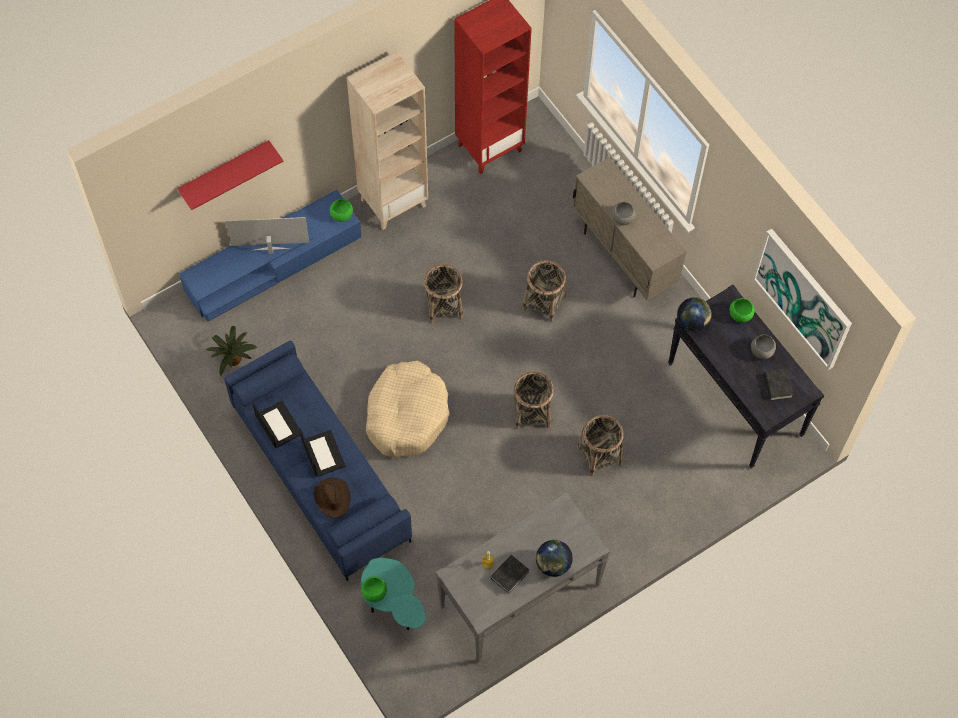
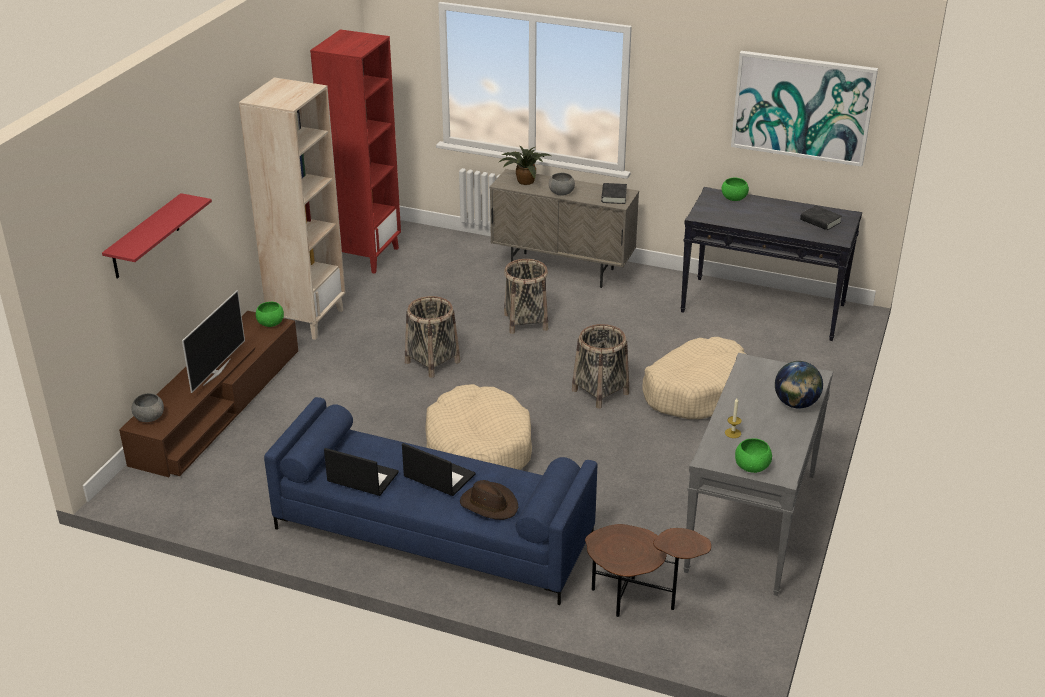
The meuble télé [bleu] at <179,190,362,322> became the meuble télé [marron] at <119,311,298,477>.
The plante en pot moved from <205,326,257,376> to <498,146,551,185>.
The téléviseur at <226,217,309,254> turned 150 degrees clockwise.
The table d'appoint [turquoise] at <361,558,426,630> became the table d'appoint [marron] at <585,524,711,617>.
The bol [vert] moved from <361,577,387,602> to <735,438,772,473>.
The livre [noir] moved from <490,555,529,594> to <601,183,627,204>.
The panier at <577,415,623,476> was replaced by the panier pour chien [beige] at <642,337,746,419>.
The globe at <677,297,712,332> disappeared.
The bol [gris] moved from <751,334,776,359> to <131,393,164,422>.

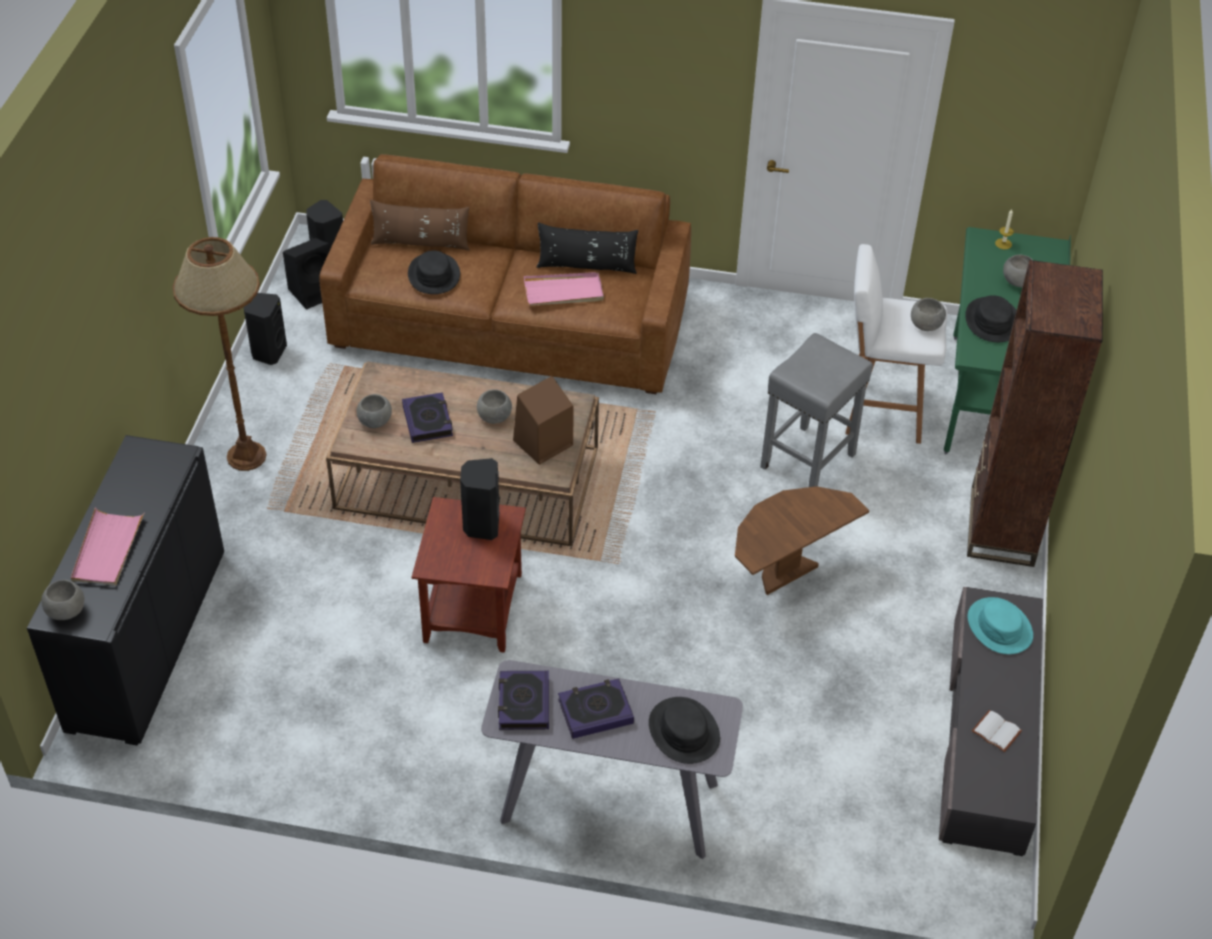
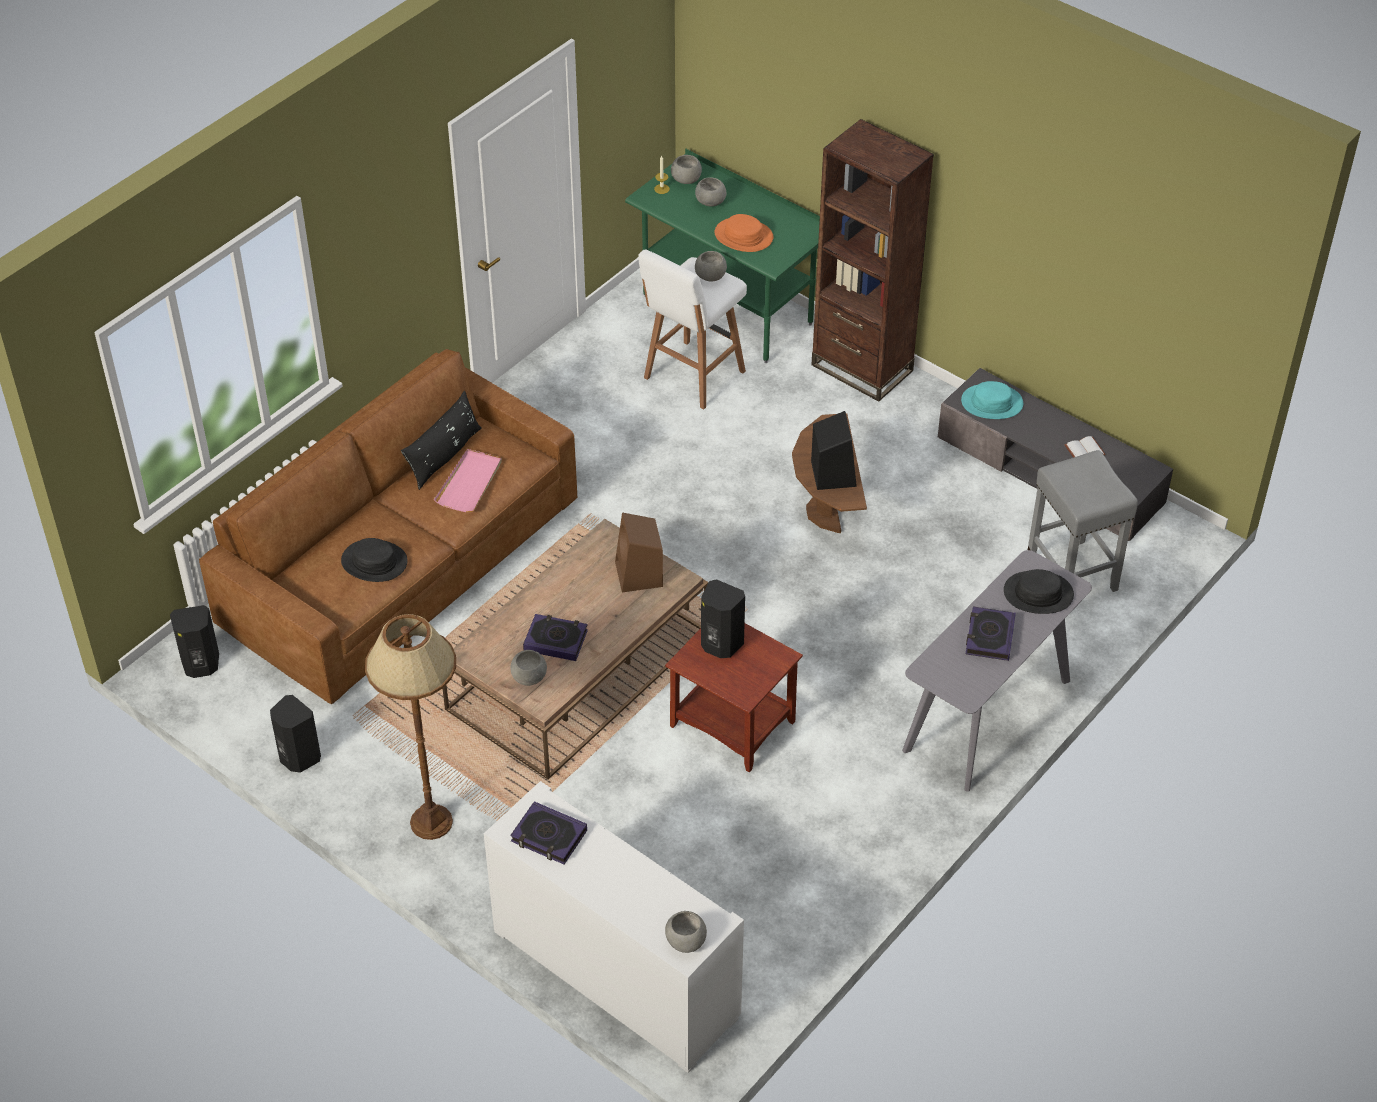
The meuble de rangement [noir] at <27,435,224,746> became the meuble de rangement [blanc] at <484,781,744,1073>.
The plateau [rose] at <71,508,144,586> disappeared.
The enceinte [noir] moved from <283,238,331,310> to <811,411,857,490>.
The coussin [marron] at <370,200,469,251> disappeared.
The bol [gris] moved from <477,389,512,424> to <671,155,702,184>.
The livre moved from <498,671,549,730> to <510,801,587,864>.
The tabouret [gris] moved from <760,333,873,487> to <1028,450,1138,592>.
The chapeau [noir] at <965,295,1017,342> became the chapeau [orange] at <715,214,773,252>.

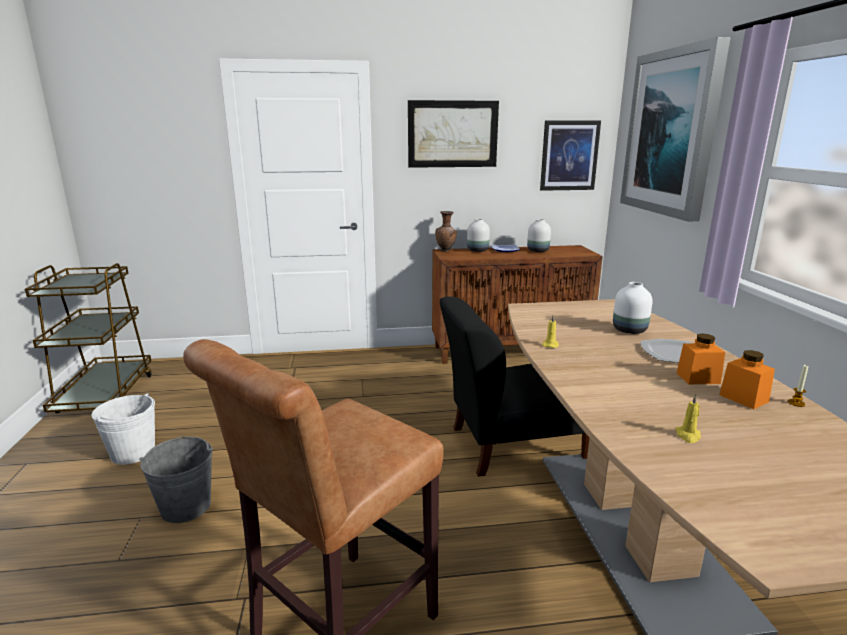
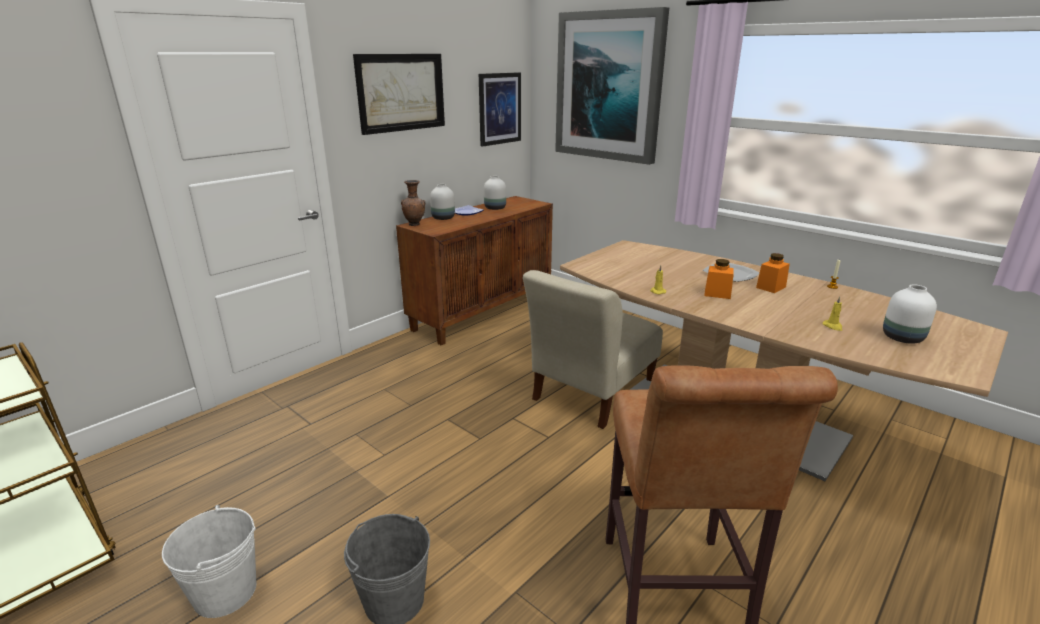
The chaise [noir] at <440,296,589,477> became the chaise [beige] at <523,270,663,429>.
The vase [blanc] moved from <613,282,652,334> to <883,284,937,344>.
The bocal [orange] moved from <719,350,775,409> to <704,259,734,299>.

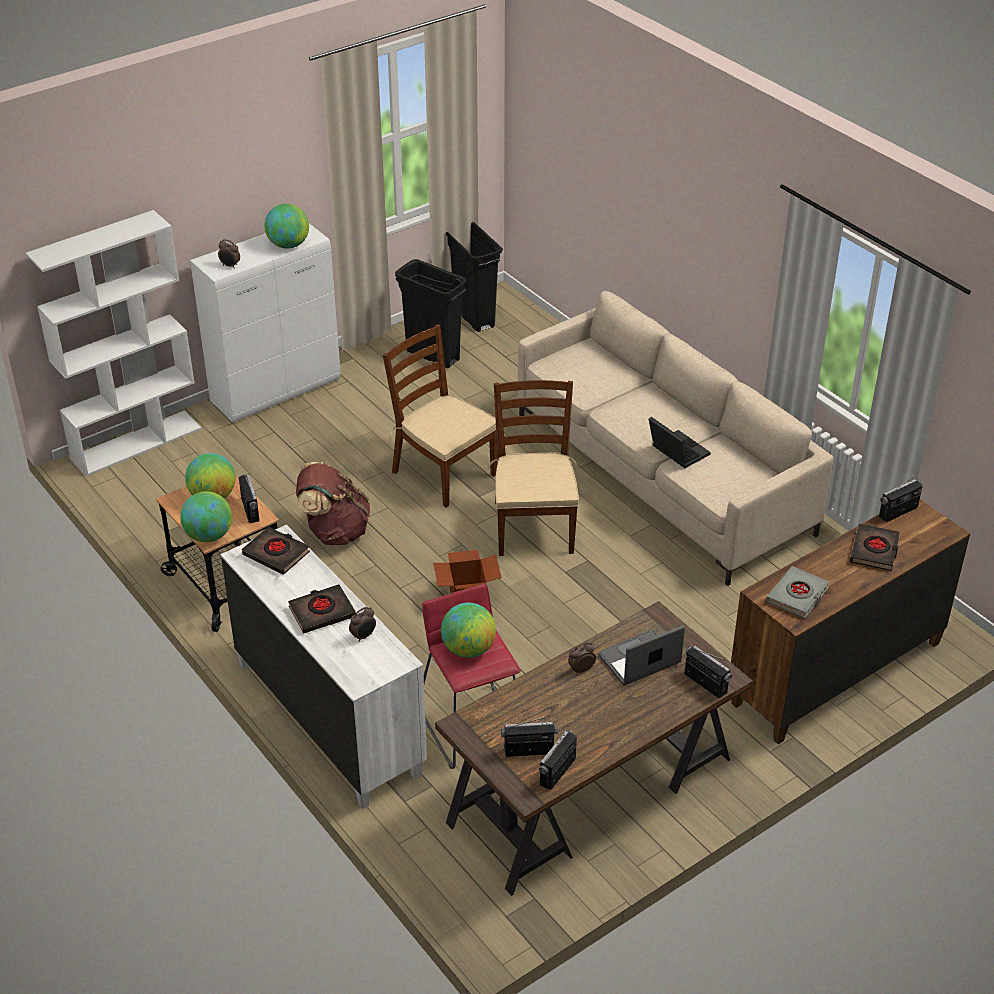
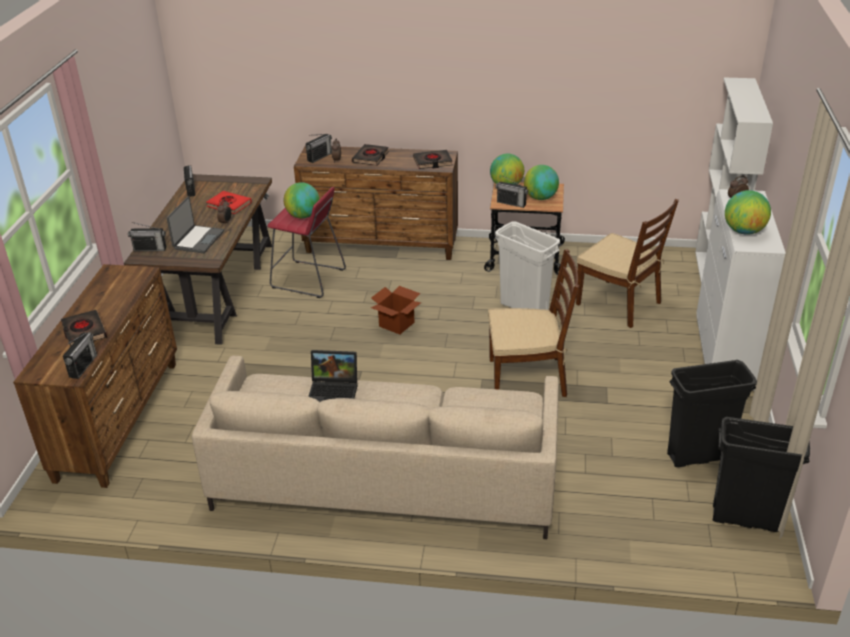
The commode [blanc] at <221,525,427,809> became the commode [marron] at <294,145,458,260>.
The sac à dos [marron] at <296,462,370,545> was replaced by the poubelle [blanc] at <495,221,560,310>.
The chaise [marron] moved from <488,380,579,556> to <576,199,679,328>.
The radio moved from <501,716,558,757> to <306,134,332,163>.
The livre [gris] at <766,566,830,619> disappeared.
The livre [rouge] at <206,191,252,214> appeared.

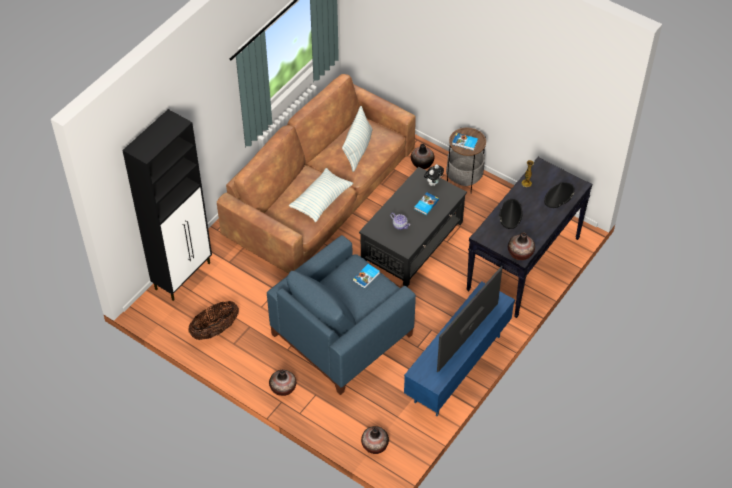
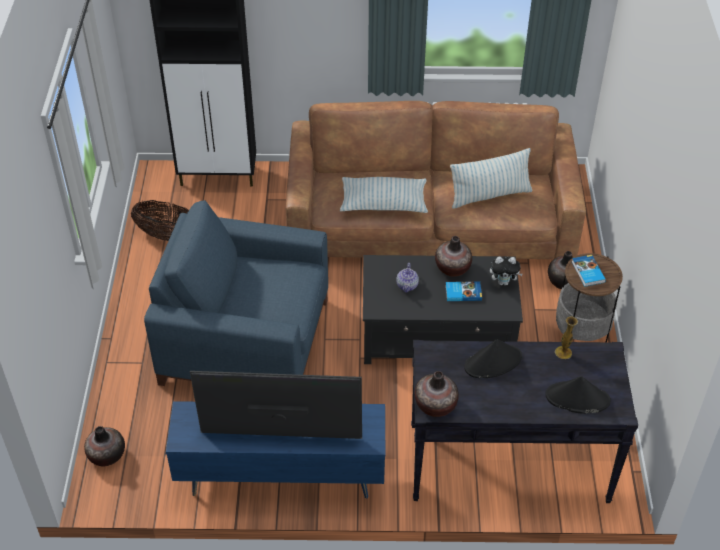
The vase moved from <269,370,296,396> to <435,236,472,277>.
The livre at <353,264,380,289> disappeared.

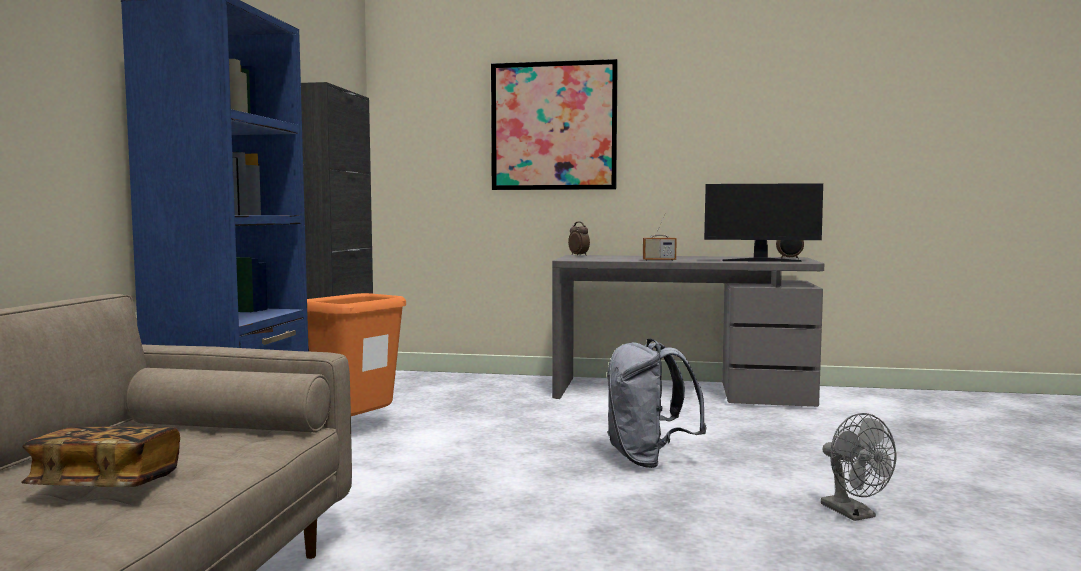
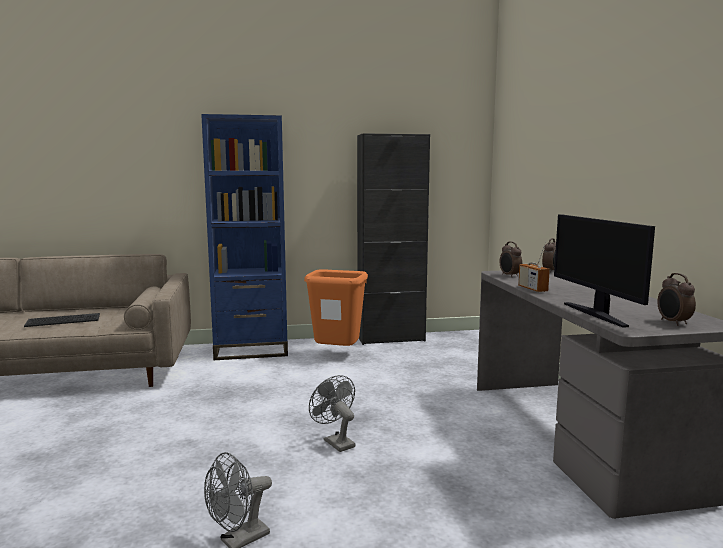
The livre at <22,426,180,487> was replaced by the clavier at <24,313,100,327>.
The tableau at <491,59,618,190> disappeared.
The sac à dos [gris] at <607,339,707,468> was replaced by the ventilateur [gris] at <309,375,355,452>.
The réveil at <500,241,522,277> appeared.

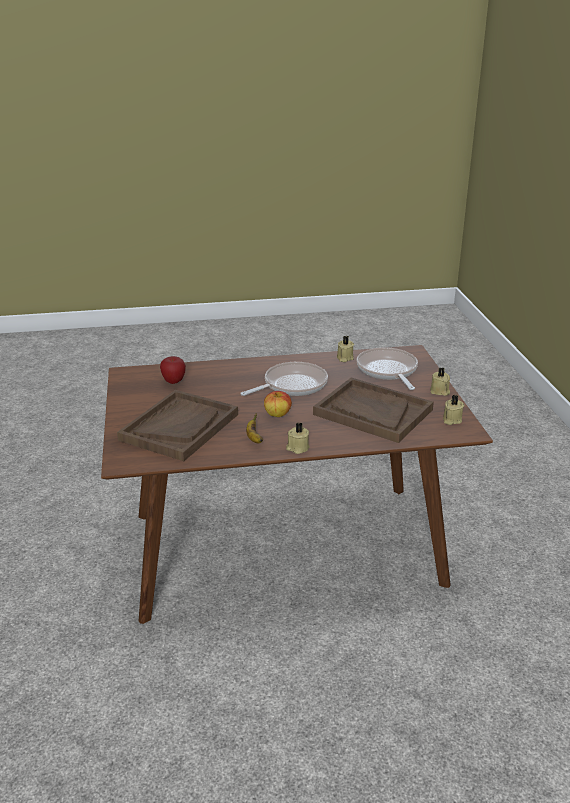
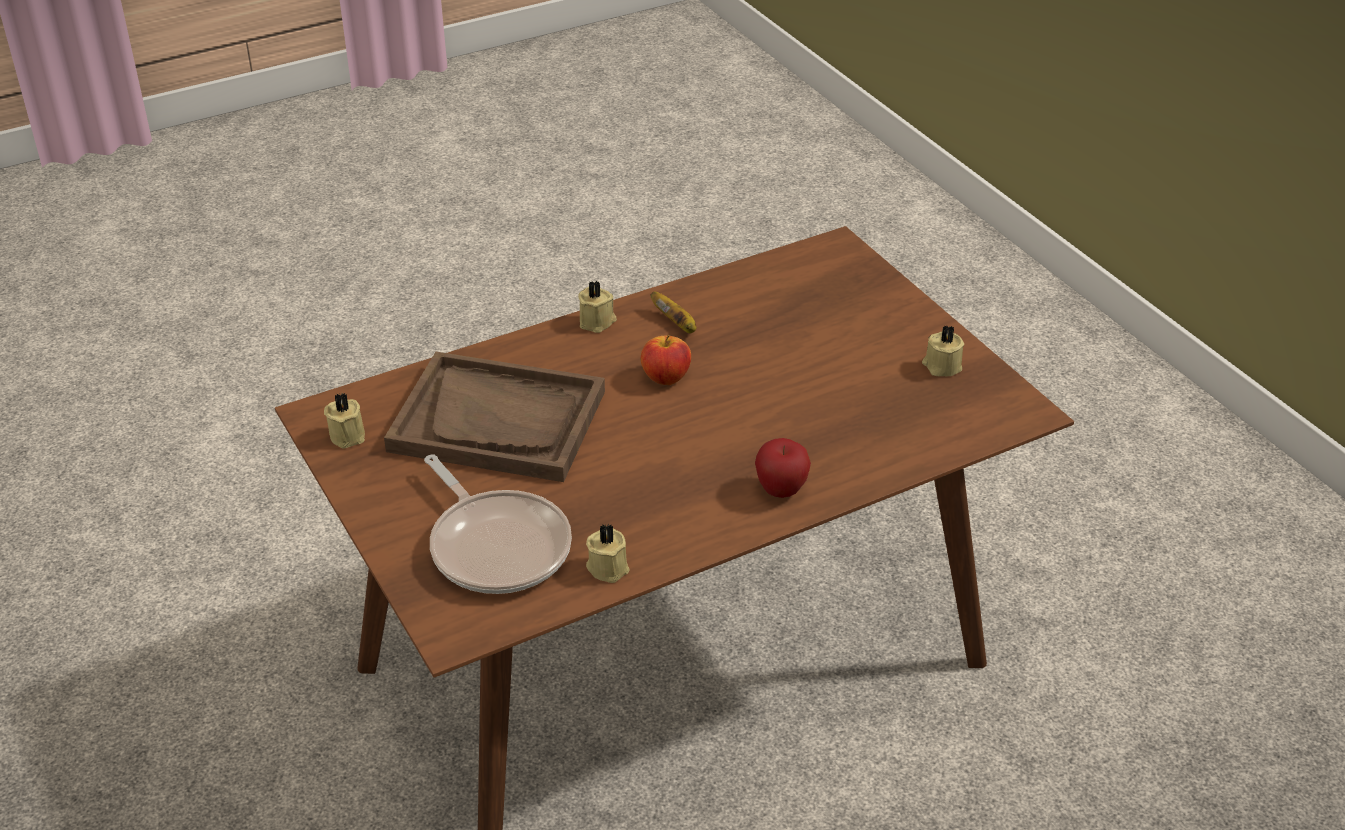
The plateau [marron] at <117,390,238,461> disappeared.
The pomme moved from <160,356,186,384> to <755,438,811,498>.
The poêle at <240,362,328,396> disappeared.
The bougie [beige] moved from <430,367,450,396> to <922,325,964,376>.

